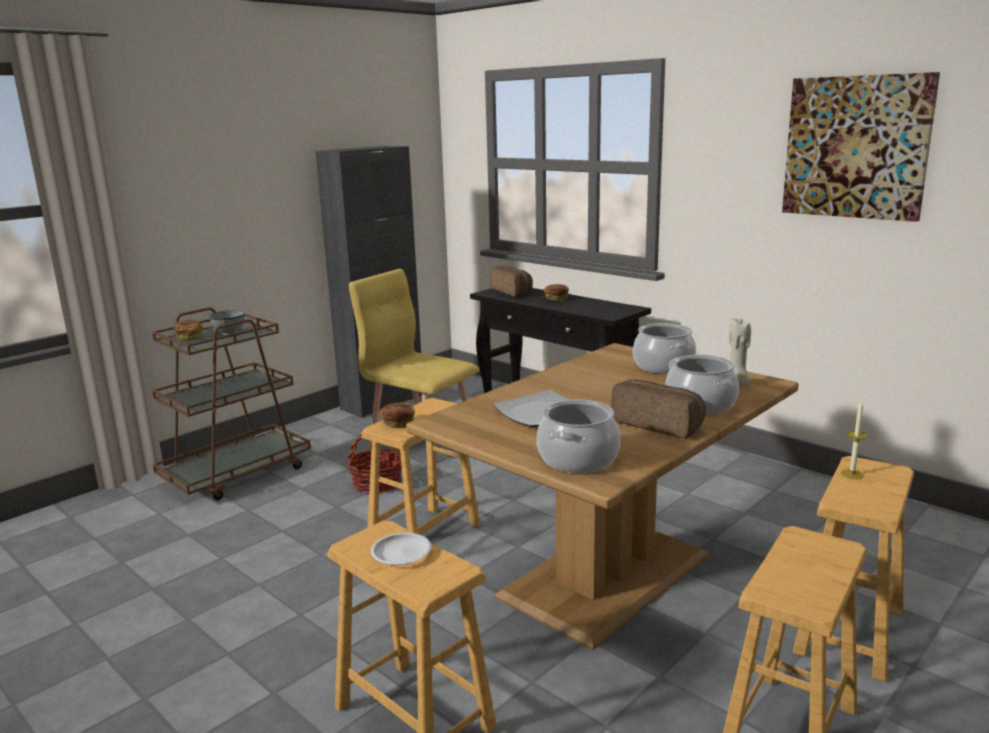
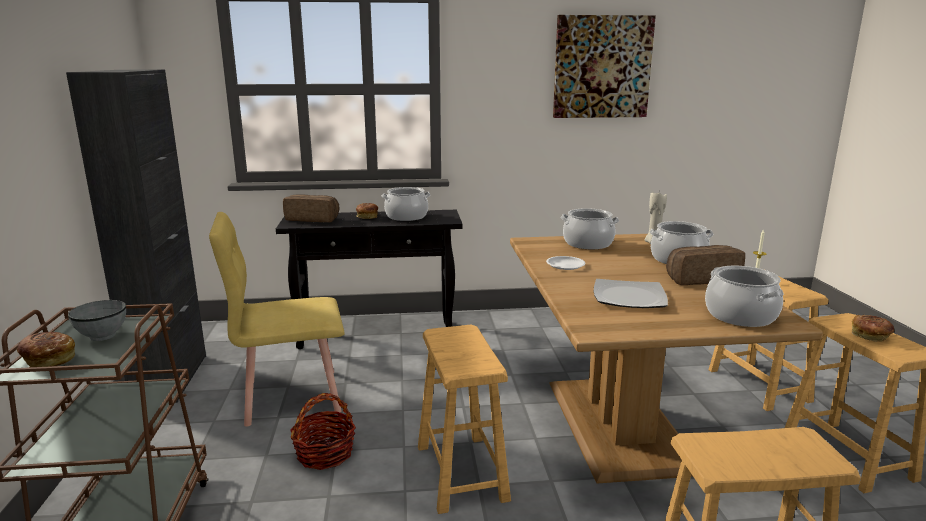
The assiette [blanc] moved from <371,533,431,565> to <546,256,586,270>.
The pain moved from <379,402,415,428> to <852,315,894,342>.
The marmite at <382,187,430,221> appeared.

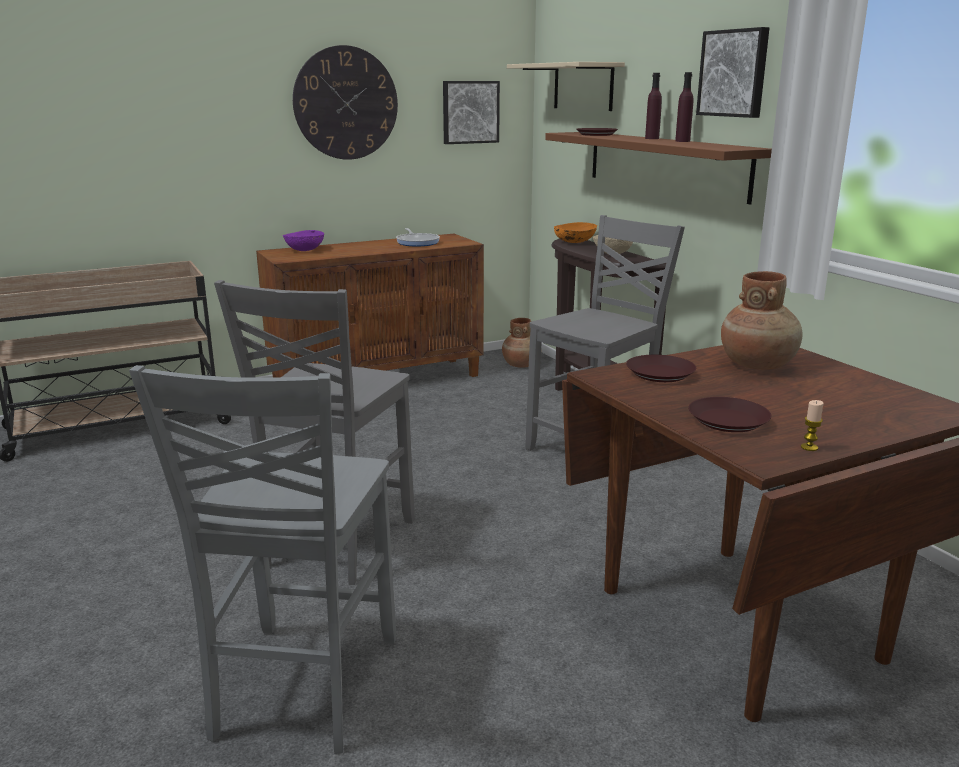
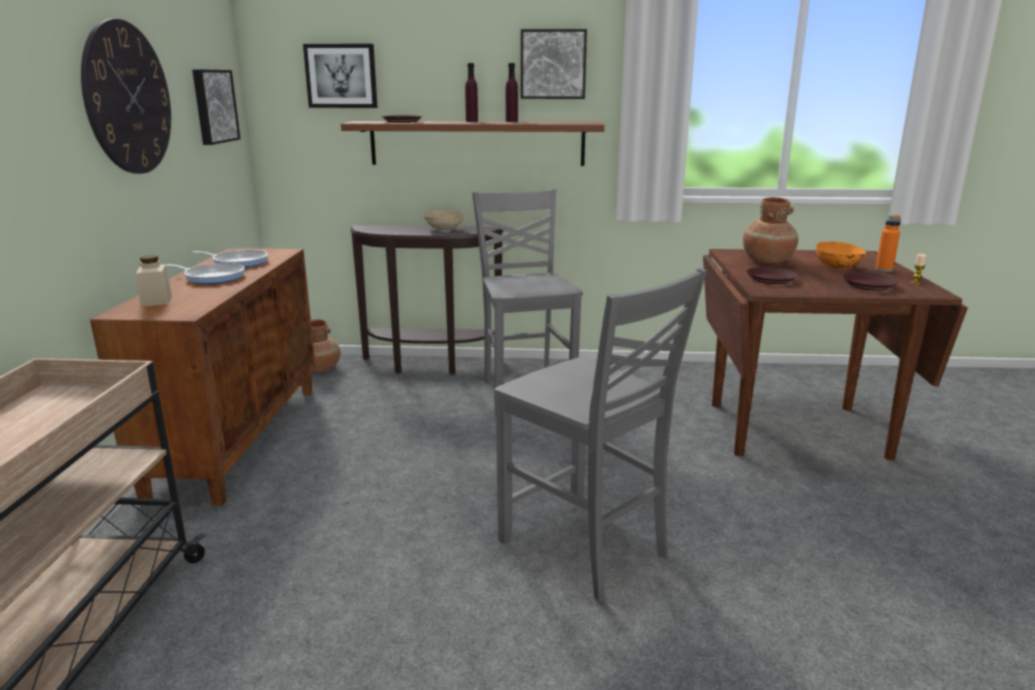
The chaise [gris] at <129,365,396,754> disappeared.
The bol [violet] at <283,230,324,251> was replaced by the bocal [beige] at <136,255,172,307>.
The étagère [beige] at <507,62,625,111> was replaced by the tableau at <303,44,377,108>.
The bol [orange] moved from <554,222,597,243> to <816,242,867,269>.
The poêle at <166,263,245,284> appeared.
The bouteille [orange] at <875,215,901,272> appeared.

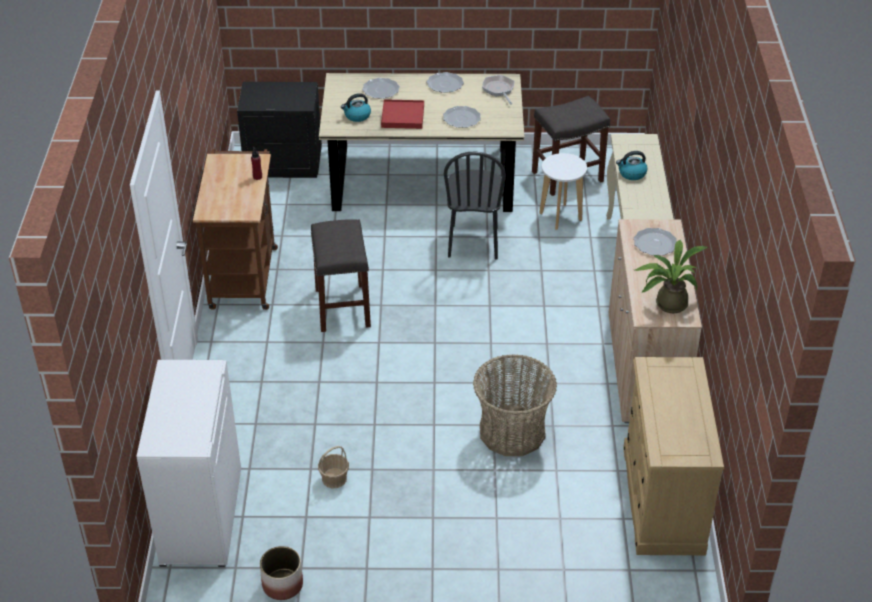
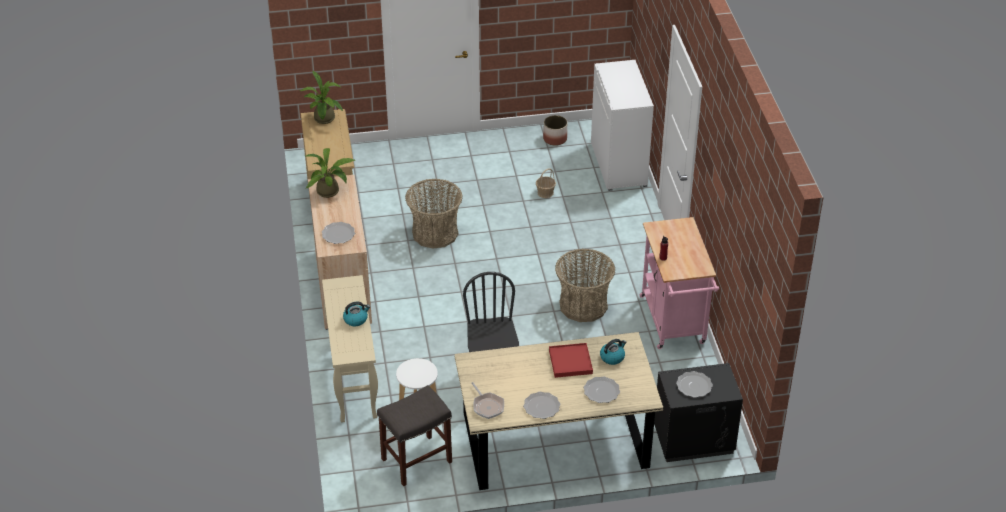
The chariot [marron] at <193,149,278,310> became the chariot [rose] at <640,217,719,349>.
The tabouret [gris] at <311,219,371,332> was replaced by the panier at <555,248,615,322>.
The assiette moved from <443,106,481,128> to <676,371,713,398>.
The plante en pot at <300,71,343,124> appeared.

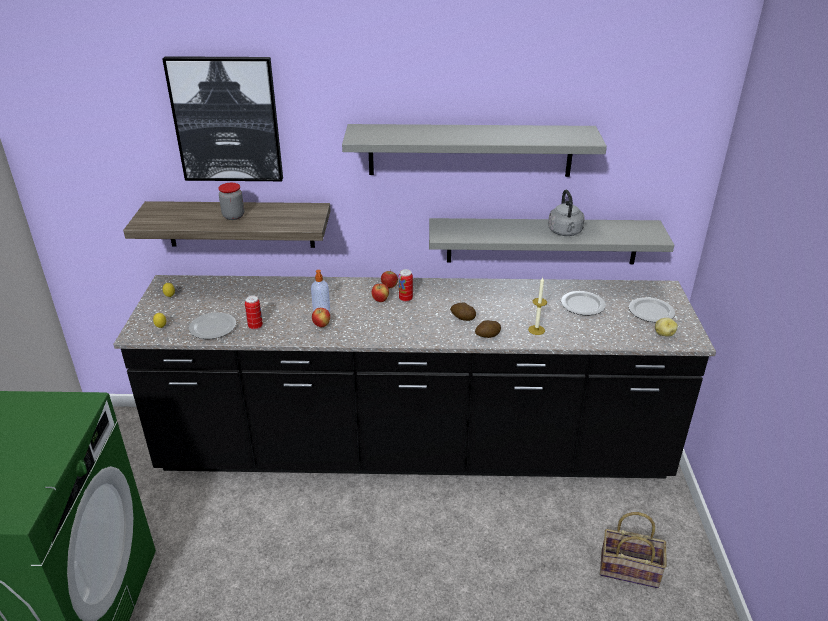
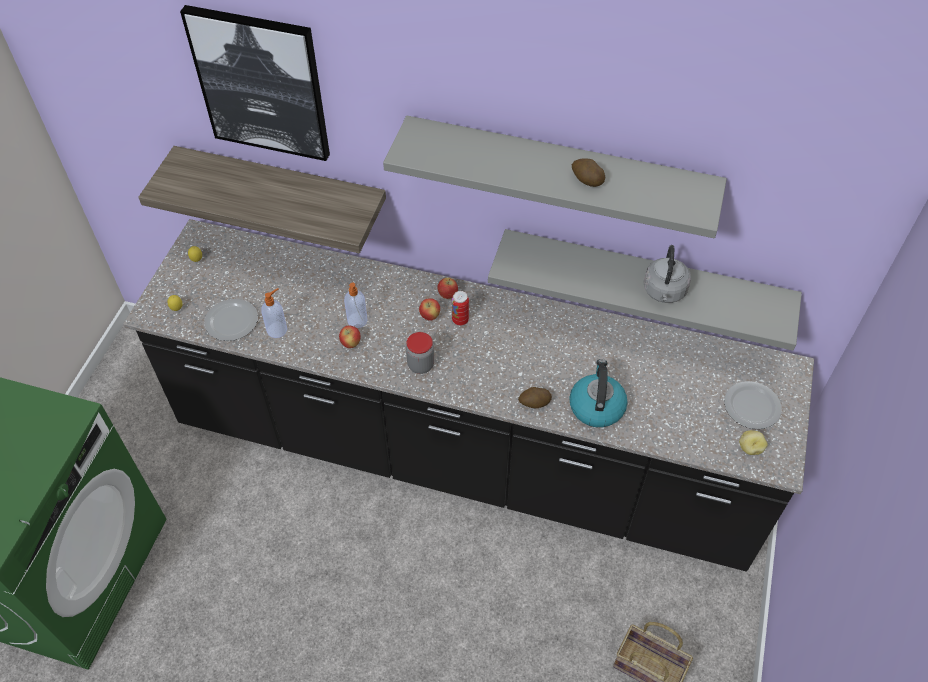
The bocal moved from <218,183,244,220> to <406,332,434,374>.
The boîte métallique at <245,295,263,330> was replaced by the distributeur de savon at <261,288,287,338>.
The pomme de terre moved from <450,303,476,321> to <572,158,605,187>.
The bougie at <528,277,547,335> was replaced by the bouilloire at <569,359,628,427>.
The assiette at <561,291,606,316> disappeared.

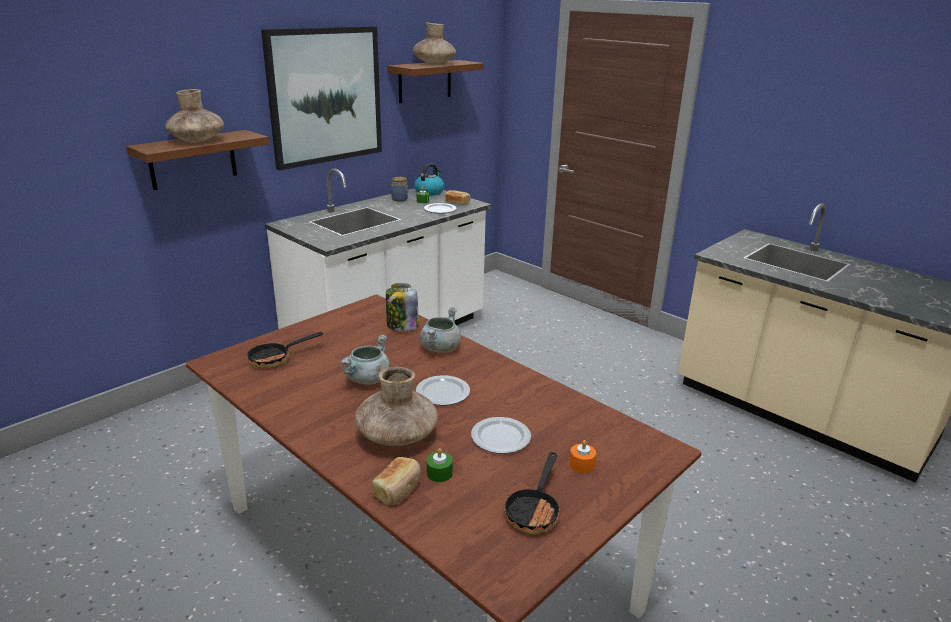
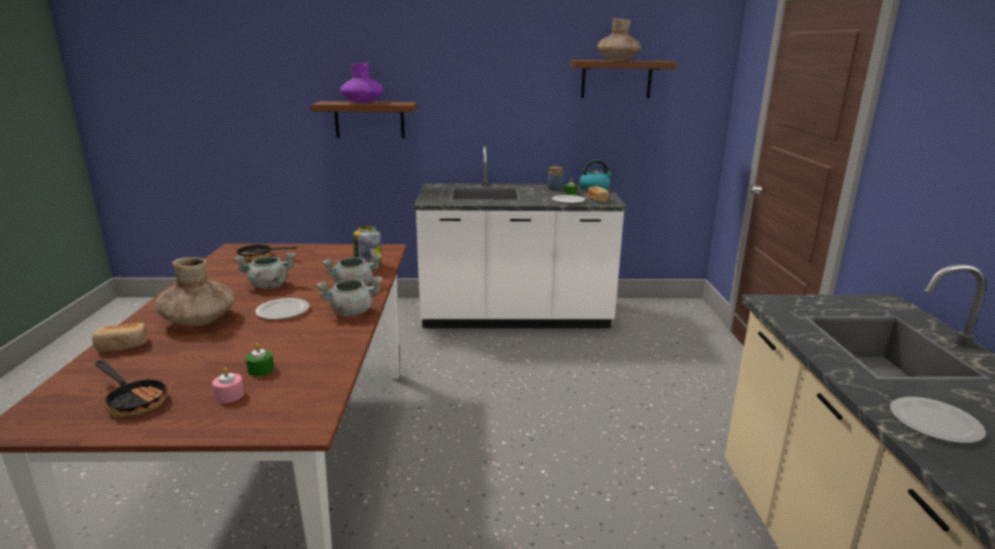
The vase [marron] at <165,89,224,143> became the vase [violet] at <340,63,384,103>.
The tableau at <261,26,382,171> disappeared.
The bougie [vert] moved from <426,448,453,482> to <246,343,274,377>.
The assiette moved from <471,417,531,454> to <890,397,986,444>.
The poêle at <503,452,561,535> turned 120 degrees counterclockwise.
The bougie [orange] at <569,440,596,473> became the bougie [rose] at <212,367,244,403>.
The marmite [gris] at <316,276,382,317> appeared.

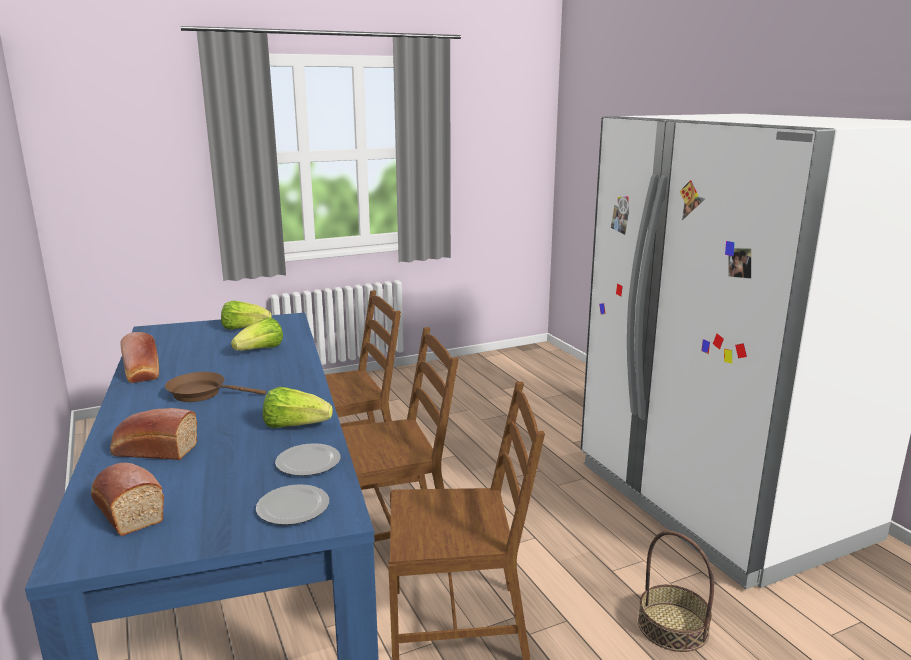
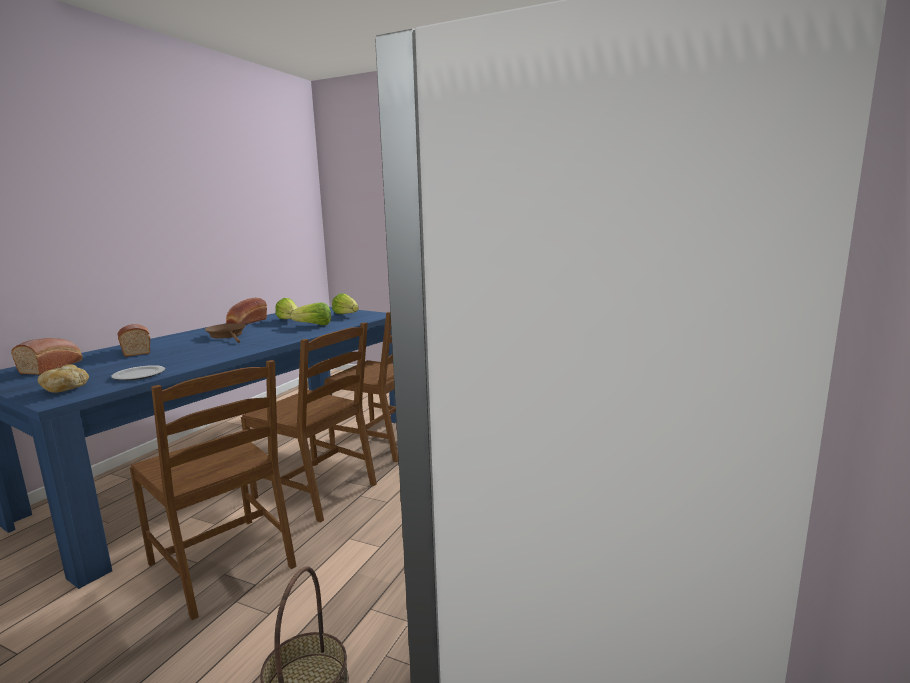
The assiette at <256,484,329,525> was replaced by the pain at <38,364,89,393>.
The laitue moved from <263,387,333,428> to <275,298,297,319>.

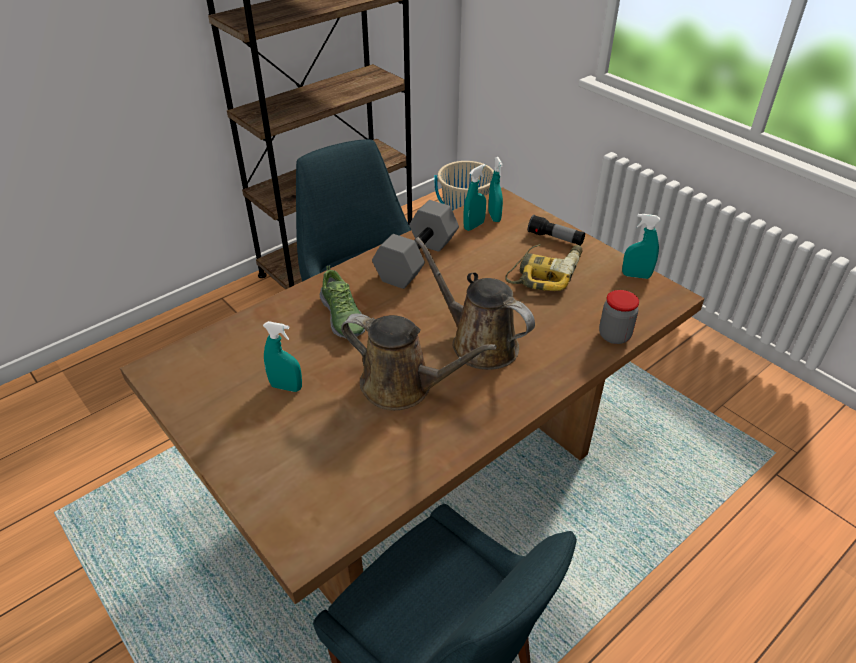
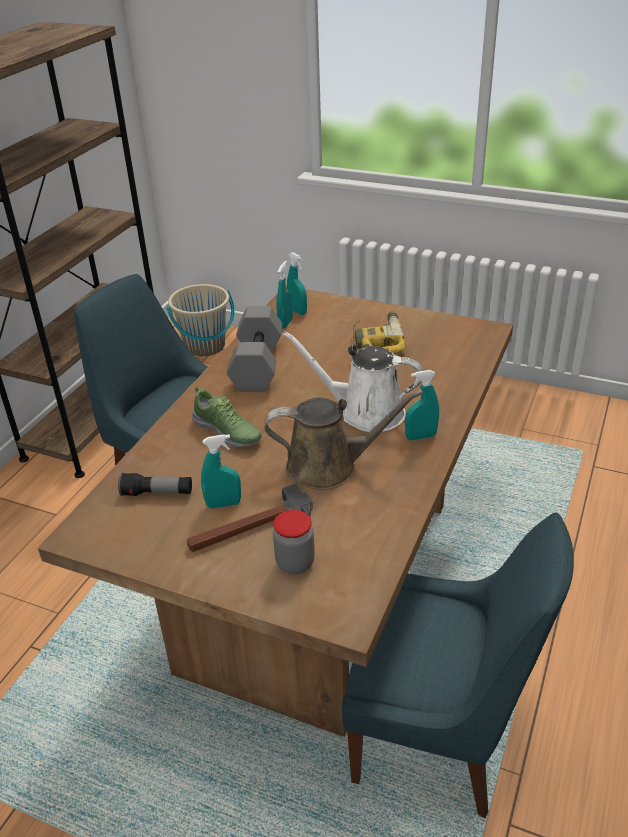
The arrosoir [marron] at <415,237,535,370> became the arrosoir [blanc] at <282,331,424,432>.
The lampe de poche moved from <528,215,585,246> to <118,473,192,496>.
The bocal moved from <599,290,639,344> to <273,510,315,574>.
The vaporisateur [turquoise] moved from <622,214,661,279> to <405,370,439,441>.
The marteau at <187,483,313,552> appeared.

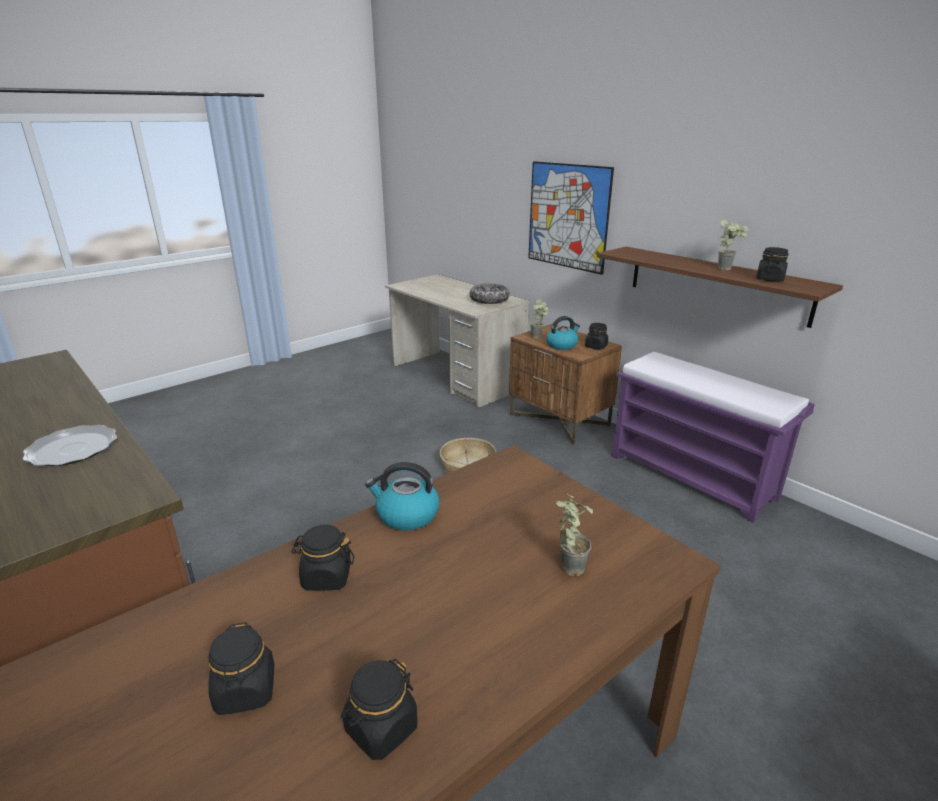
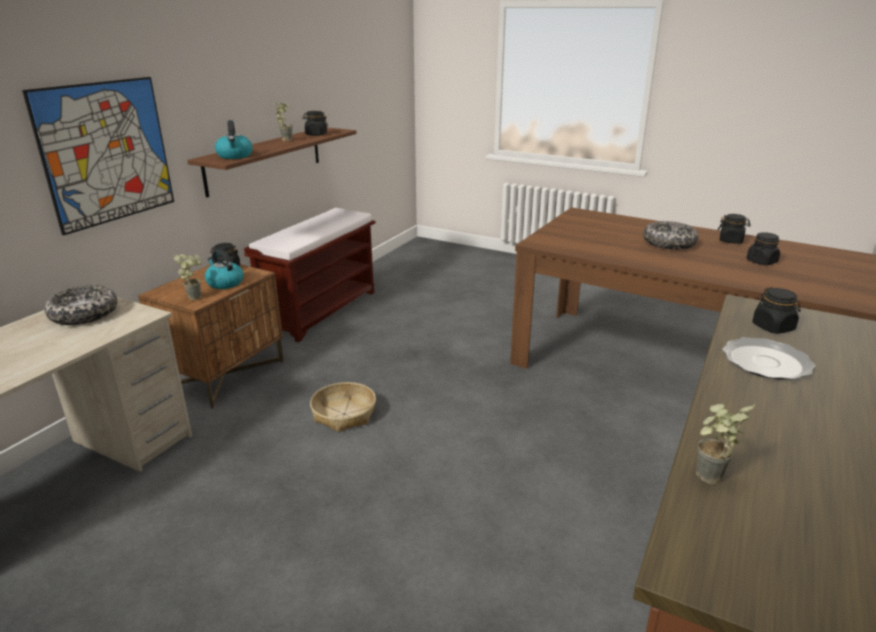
The bocal [noir] moved from <291,525,354,591> to <752,287,801,334>.
The bouilloire moved from <365,462,439,530> to <215,120,253,159>.
The plante en pot moved from <556,492,593,576> to <696,403,755,484>.
The banc [violet] at <612,352,815,523> became the banc [marron] at <244,208,376,342>.
The bol at <643,221,698,250> appeared.

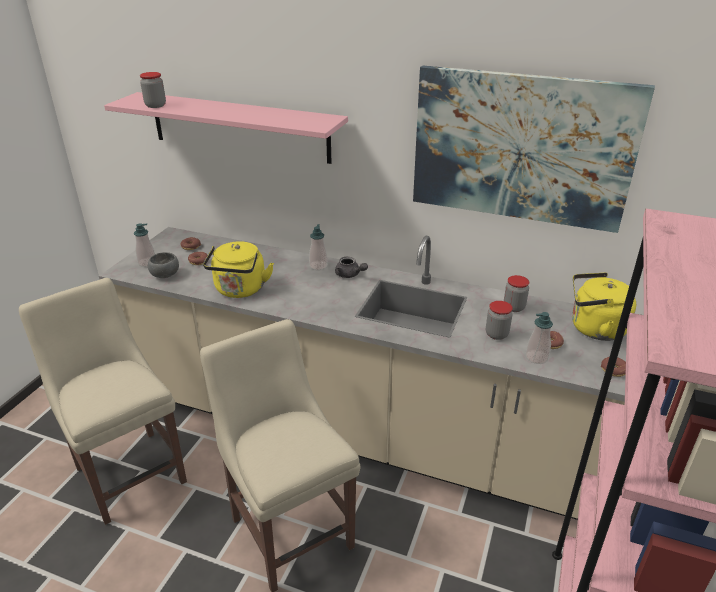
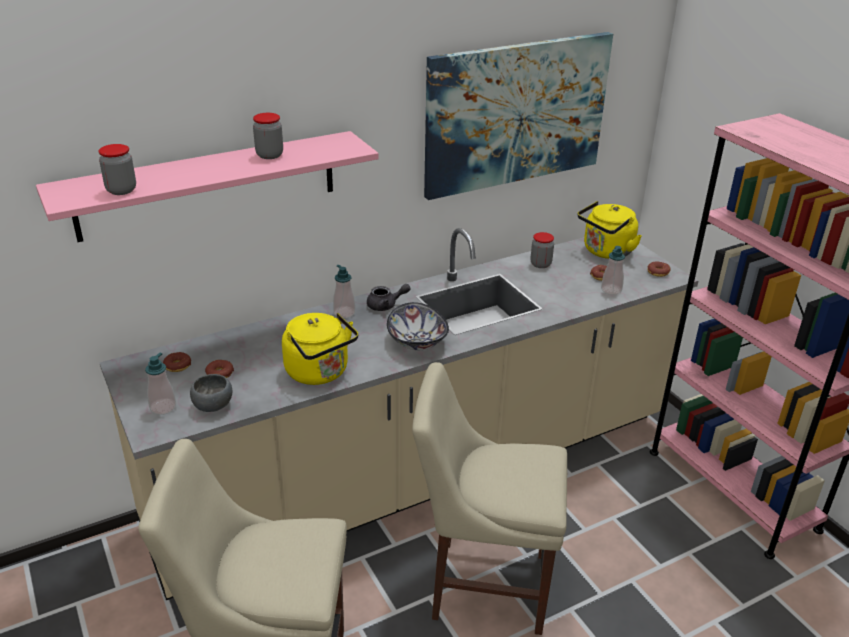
The bocal moved from <486,301,513,340> to <253,113,283,159>.
The bol at <387,302,449,350> appeared.

